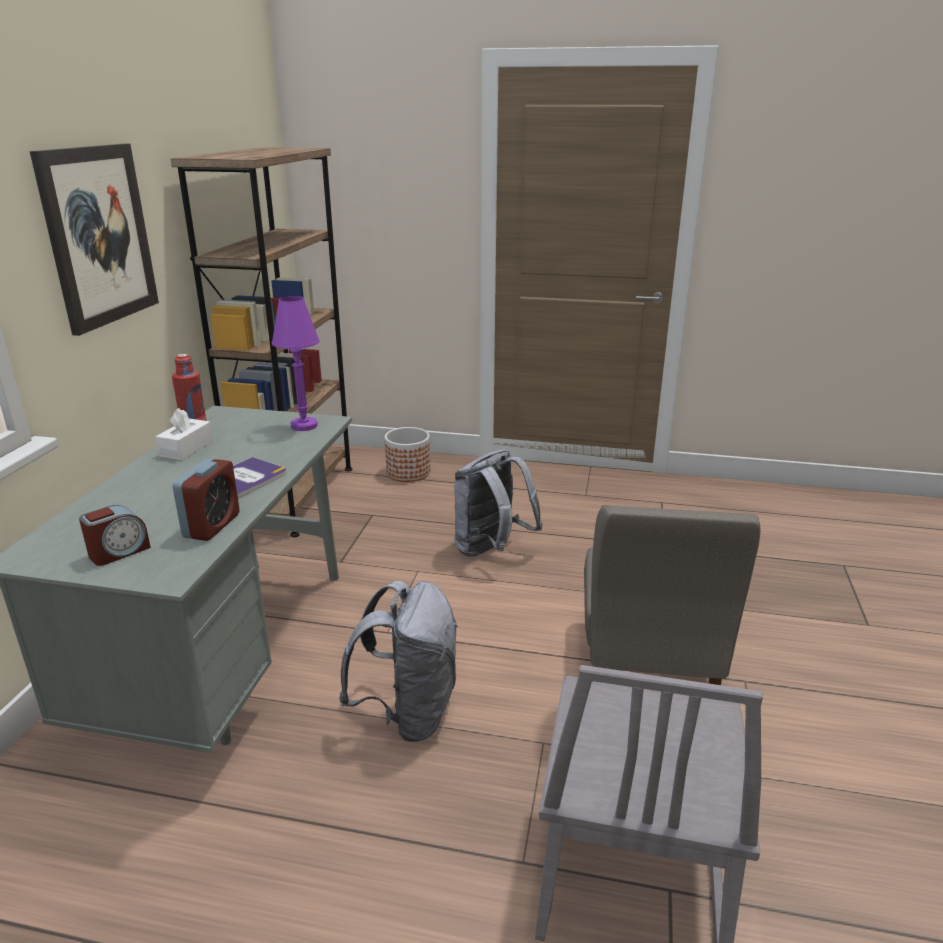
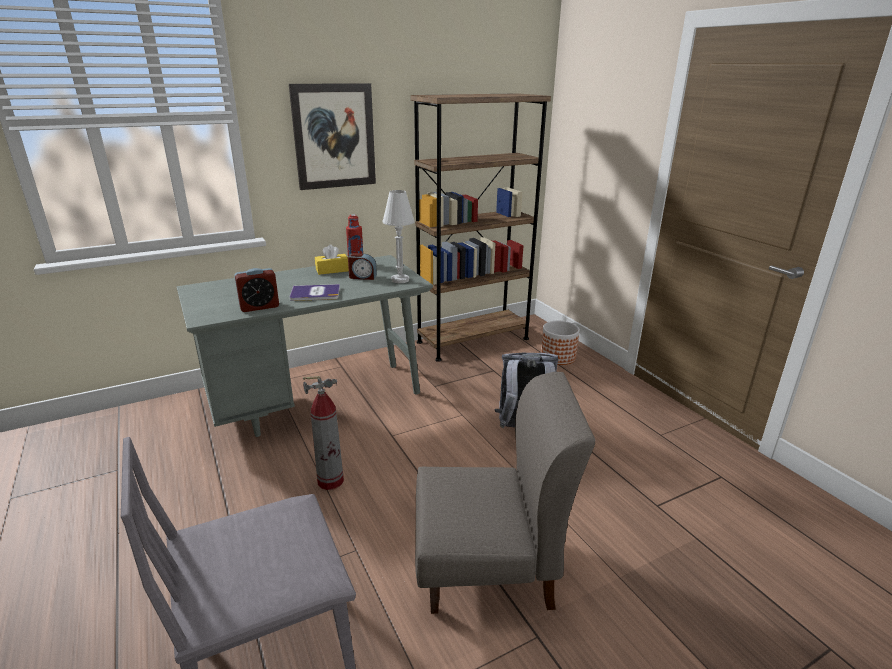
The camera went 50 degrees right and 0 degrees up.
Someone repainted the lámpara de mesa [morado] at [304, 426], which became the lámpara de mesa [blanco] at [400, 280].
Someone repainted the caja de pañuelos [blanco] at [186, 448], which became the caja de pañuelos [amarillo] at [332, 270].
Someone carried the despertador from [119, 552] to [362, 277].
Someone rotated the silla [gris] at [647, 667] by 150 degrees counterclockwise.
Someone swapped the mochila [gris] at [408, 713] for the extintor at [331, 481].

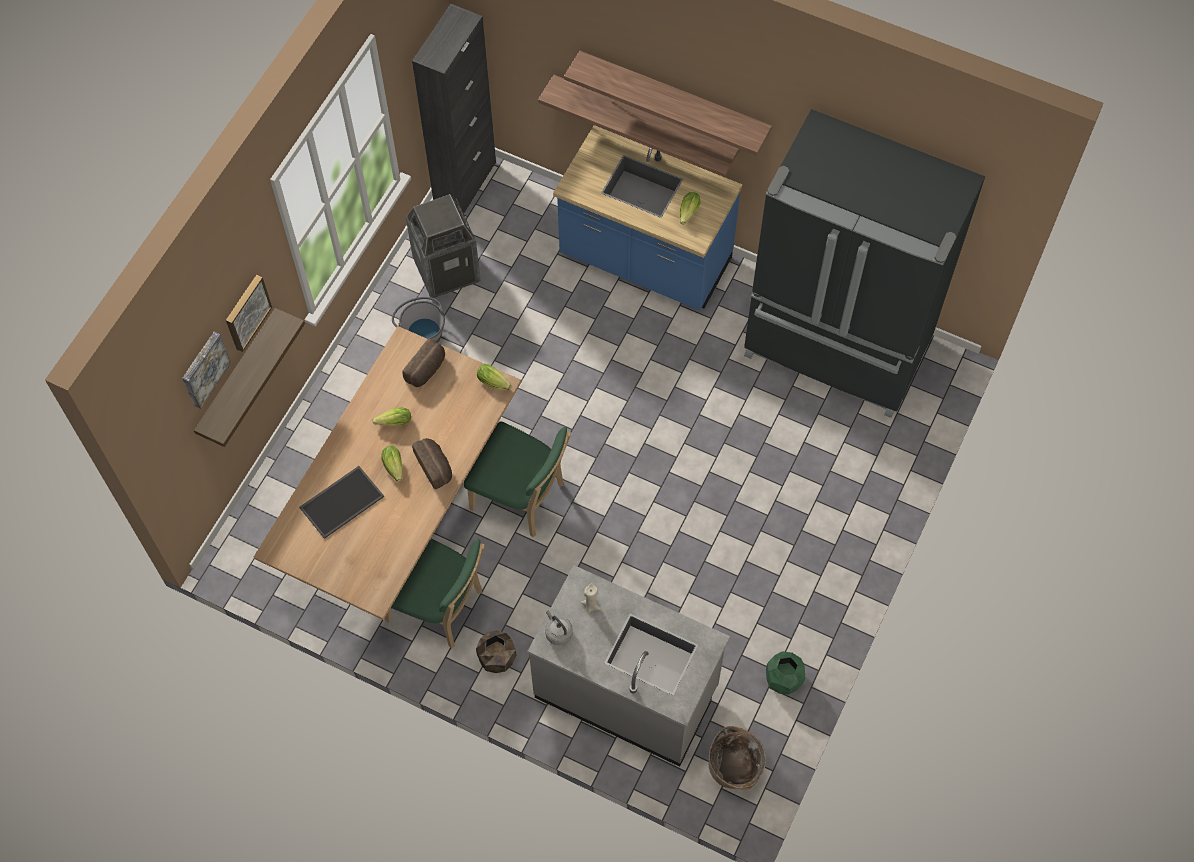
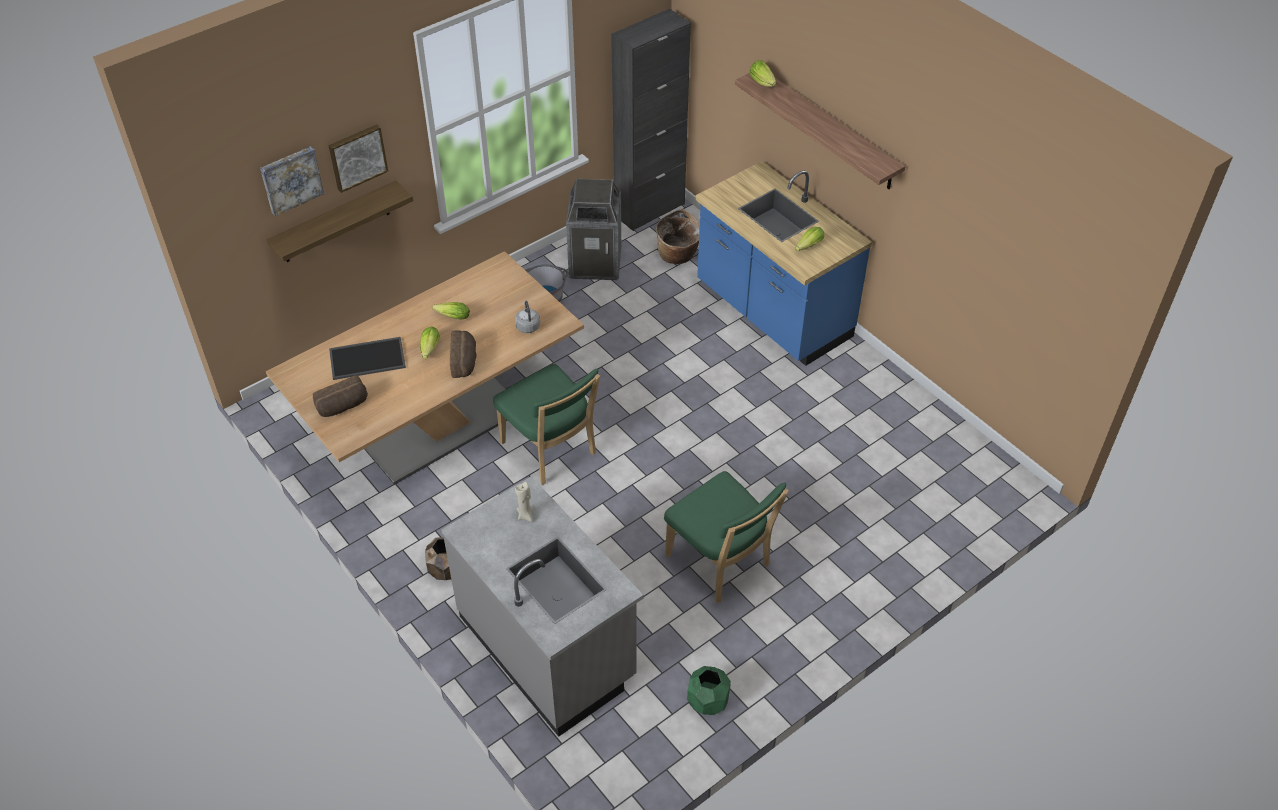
The camera went 25 degrees right and 15 degrees down.
Someone took away the estante at [645, 121].
Someone took away the nevera [negro] at [836, 349].
Someone carried the pan from [427, 370] to [343, 406].
Someone carried the lechuga from [495, 383] to [763, 82].
Someone carried the silla [verde] from [439, 607] to [721, 563].
Someone carried the hervidor [gris] from [558, 633] to [527, 325].
Someone carried the cesta from [734, 769] to [678, 255].

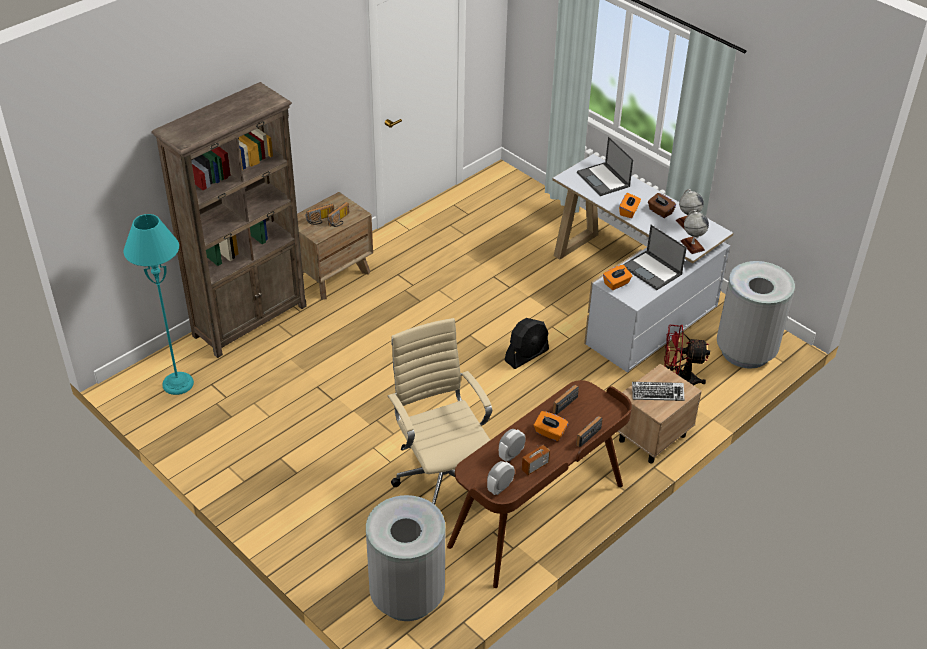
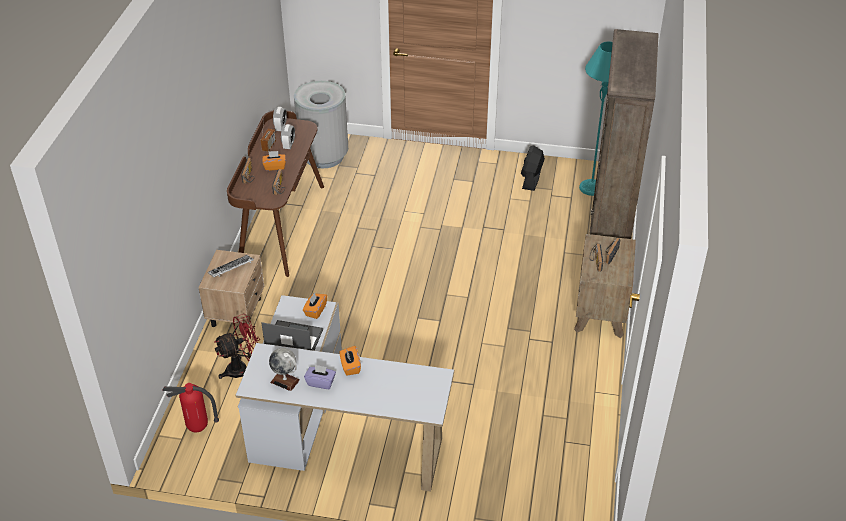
The camera went 145 degrees right and 0 degrees up.
Someone took away the portátil at [603, 180].
Someone repainted the caja de pañuelos [marrón] at [660, 212], which became the caja de pañuelos [morado] at [321, 382].
Someone took away the globo terráqueo at [692, 245].
Someone swapped the papelera [gris] at [746, 351] for the extintor at [197, 428].
Someone took away the silla de oficina [beis] at [441, 477].
Someone carried the ventilador [negro] from [527, 355] to [531, 179].

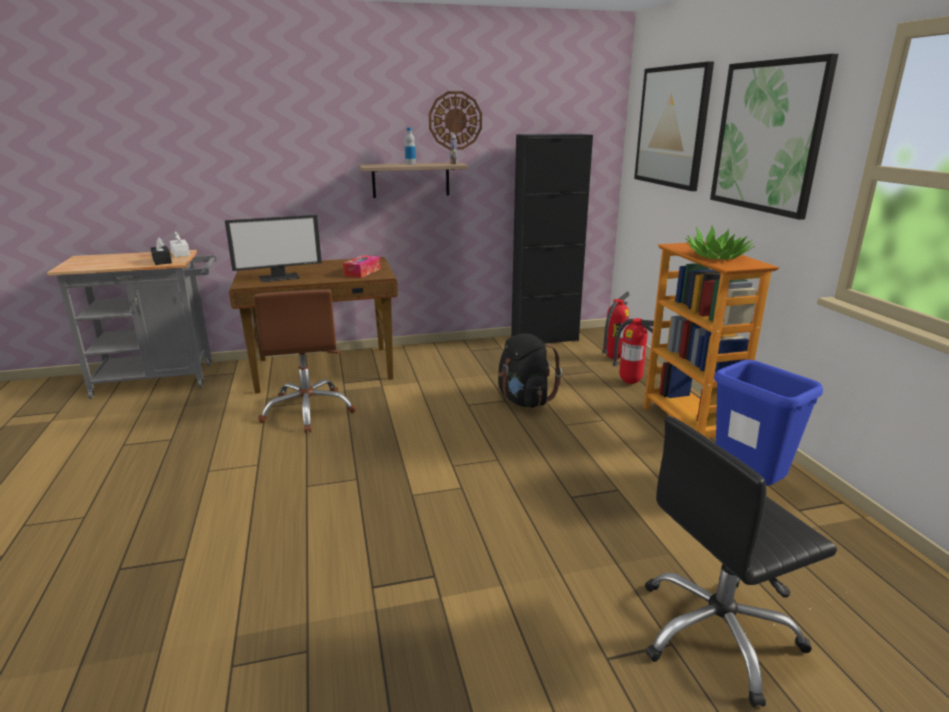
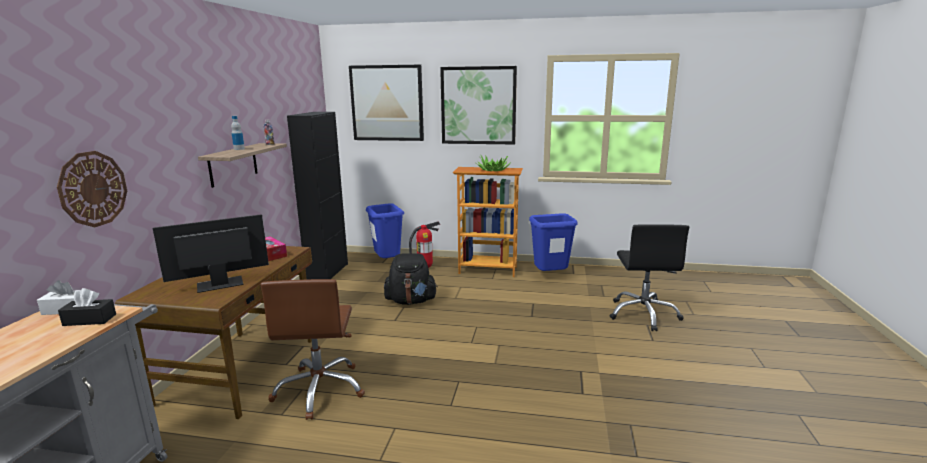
The camera went 65 degrees left and 5 degrees down.
Someone carried the reloj de pared from [455, 120] to [93, 189].
Someone rotated the monitor at [279, 277] by 120 degrees counterclockwise.
Someone rotated the silla de oficina [marrón] at [308, 410] by 75 degrees clockwise.
Someone swapped the extintor at [613, 358] for the papelera [azul] at [387, 262].

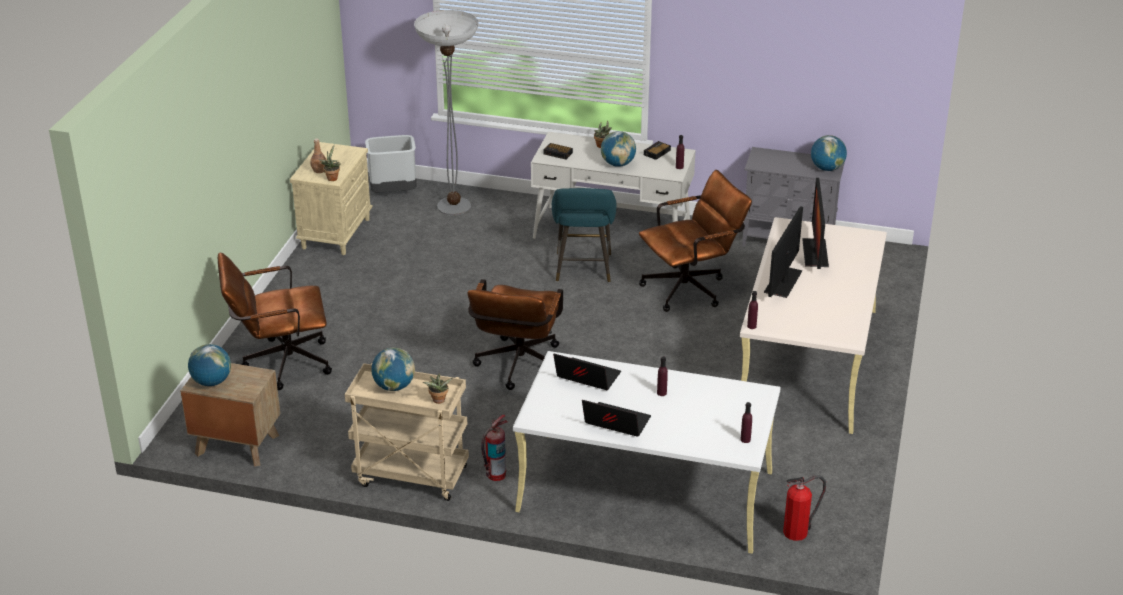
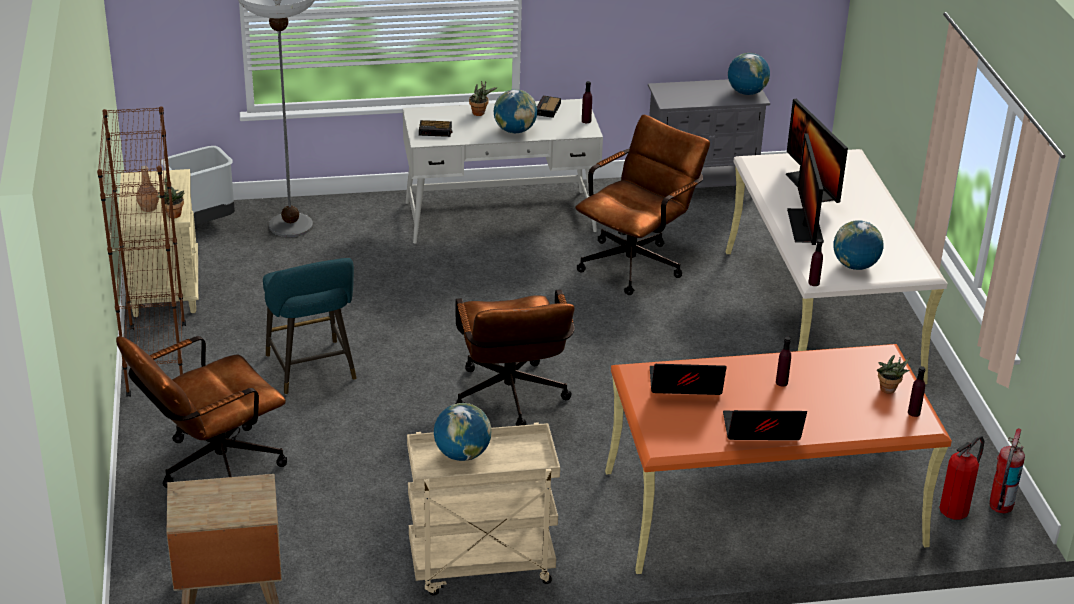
The camera went 25 degrees left and 0 degrees up.
Someone carried the taburete [turquesa] from [583, 270] to [312, 371].
Someone carried the globo terráqueo from [212, 382] to [855, 266].
Someone repainted the escritorio [blanco] at [644, 491], which became the escritorio [naranja] at [762, 508].
Someone carried the planta en maceta from [438, 401] to [889, 390].
Someone carried the extintor from [495, 475] to [1000, 506].
Someone put down the estantería [marrón] at [156, 360].

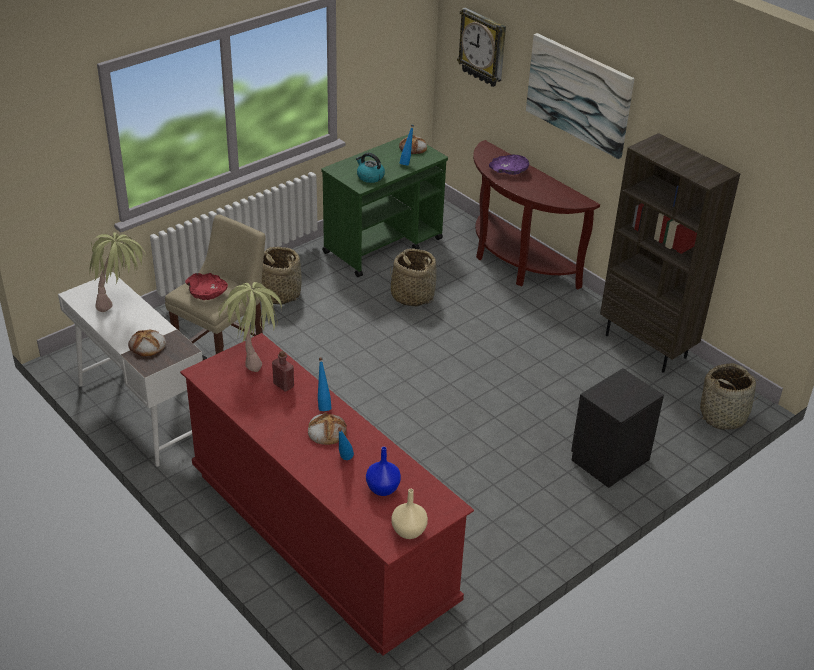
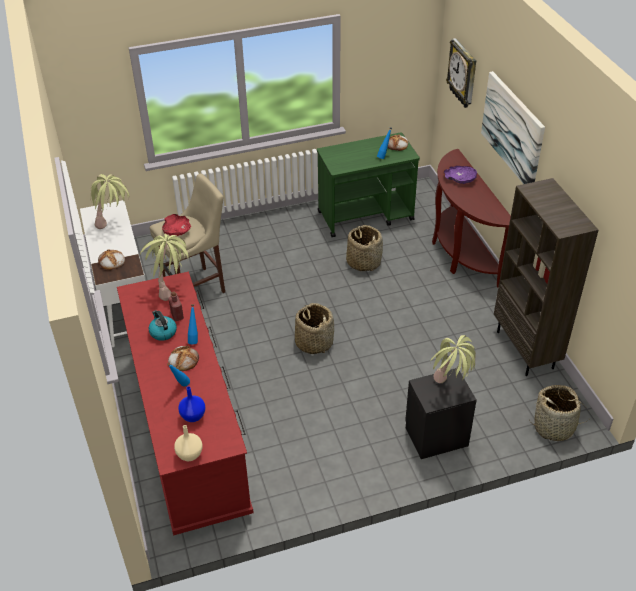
The camera went 25 degrees right and 5 degrees up.
Someone carried the hervidor from [370, 177] to [163, 332].
Someone carried the cesta from [279, 294] to [314, 342].
Someone put down the planta en maceta at [450, 389].

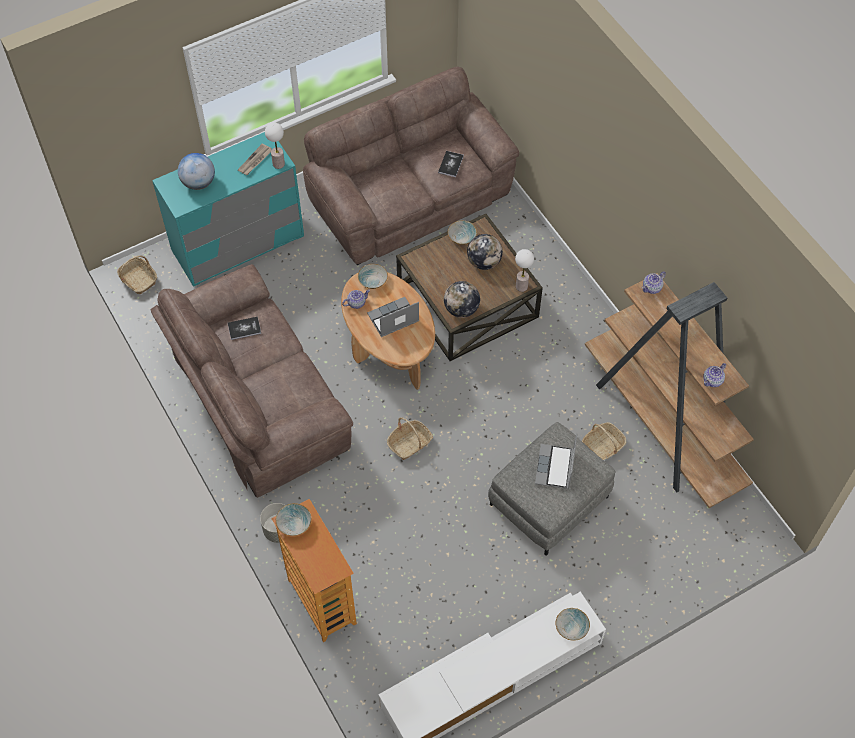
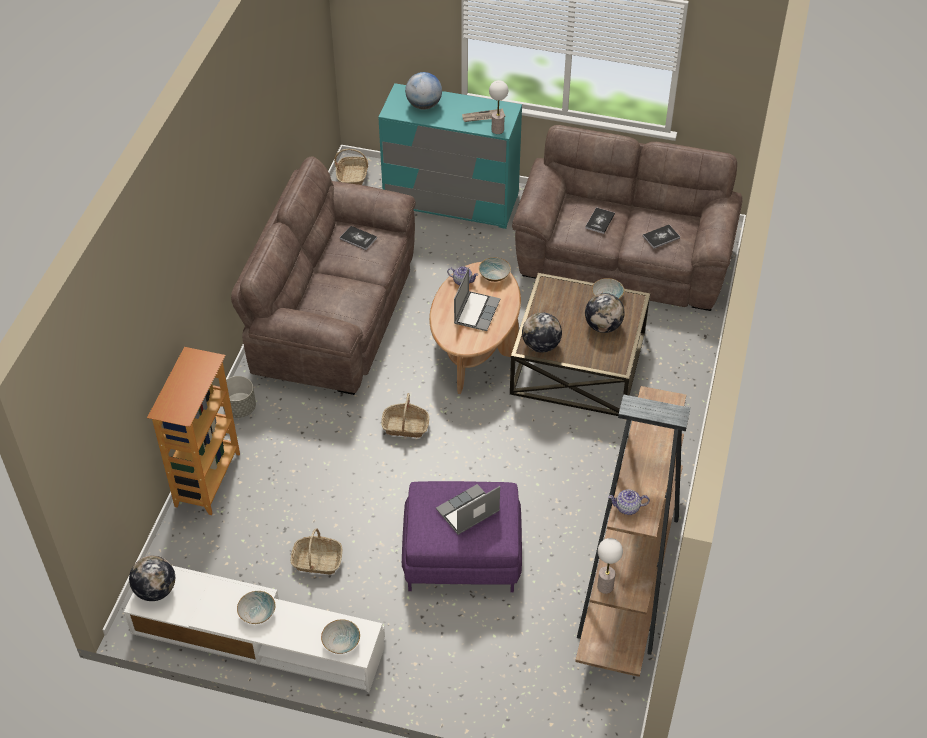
The camera went 45 degrees right and 10 degrees down.
Someone carried the lámpara de mesa from [521, 286] to [605, 586].
Someone took away the tetera at [652, 288].
Someone rotated the portátil at [393, 319] by 90 degrees clockwise.
Someone repainted the puf [gris] at [549, 501], which became the puf [morado] at [461, 555].
Someone carried the cesta from [602, 447] to [317, 561].
Someone carried the cuenco from [294, 524] to [257, 613].
Someone put down the libro at [600, 221].
Someone put down the globo terráqueo at [155, 590].

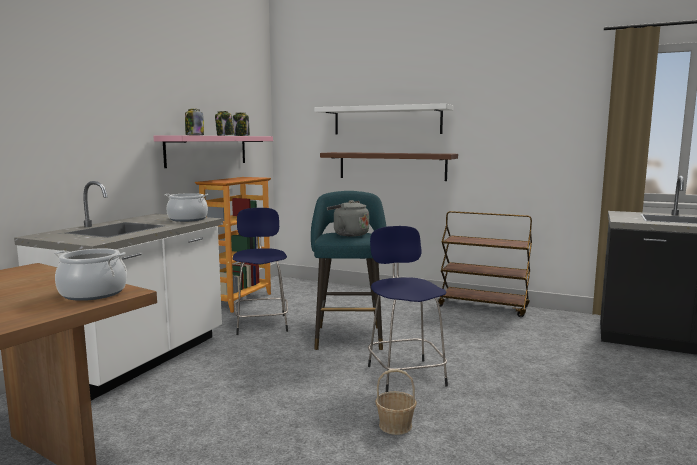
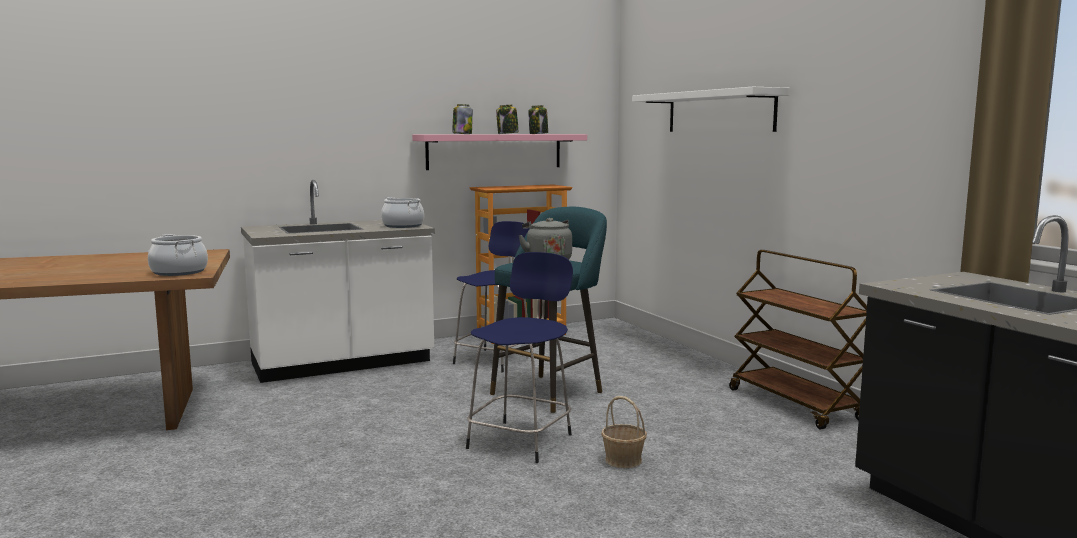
The camera went 40 degrees right and 0 degrees up.
Someone took away the estante [marrón] at [392, 166].
Someone carried the cesta from [395, 425] to [623, 460].

